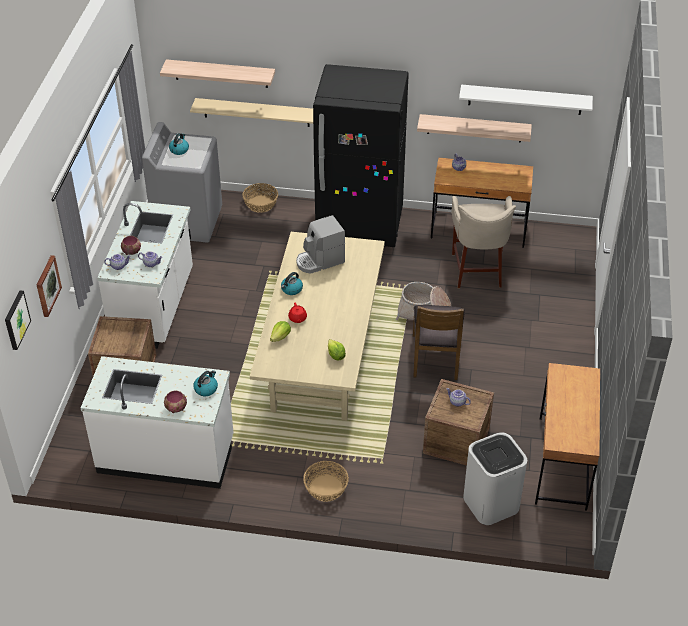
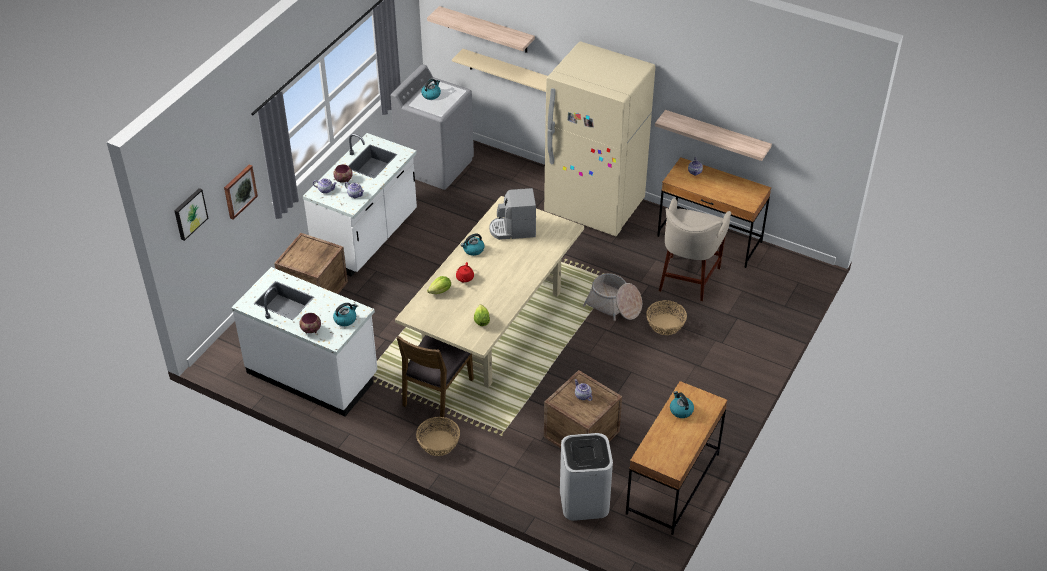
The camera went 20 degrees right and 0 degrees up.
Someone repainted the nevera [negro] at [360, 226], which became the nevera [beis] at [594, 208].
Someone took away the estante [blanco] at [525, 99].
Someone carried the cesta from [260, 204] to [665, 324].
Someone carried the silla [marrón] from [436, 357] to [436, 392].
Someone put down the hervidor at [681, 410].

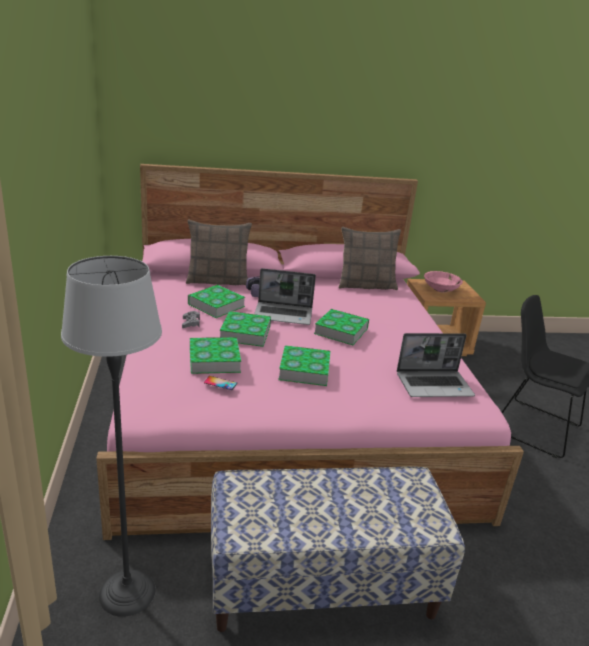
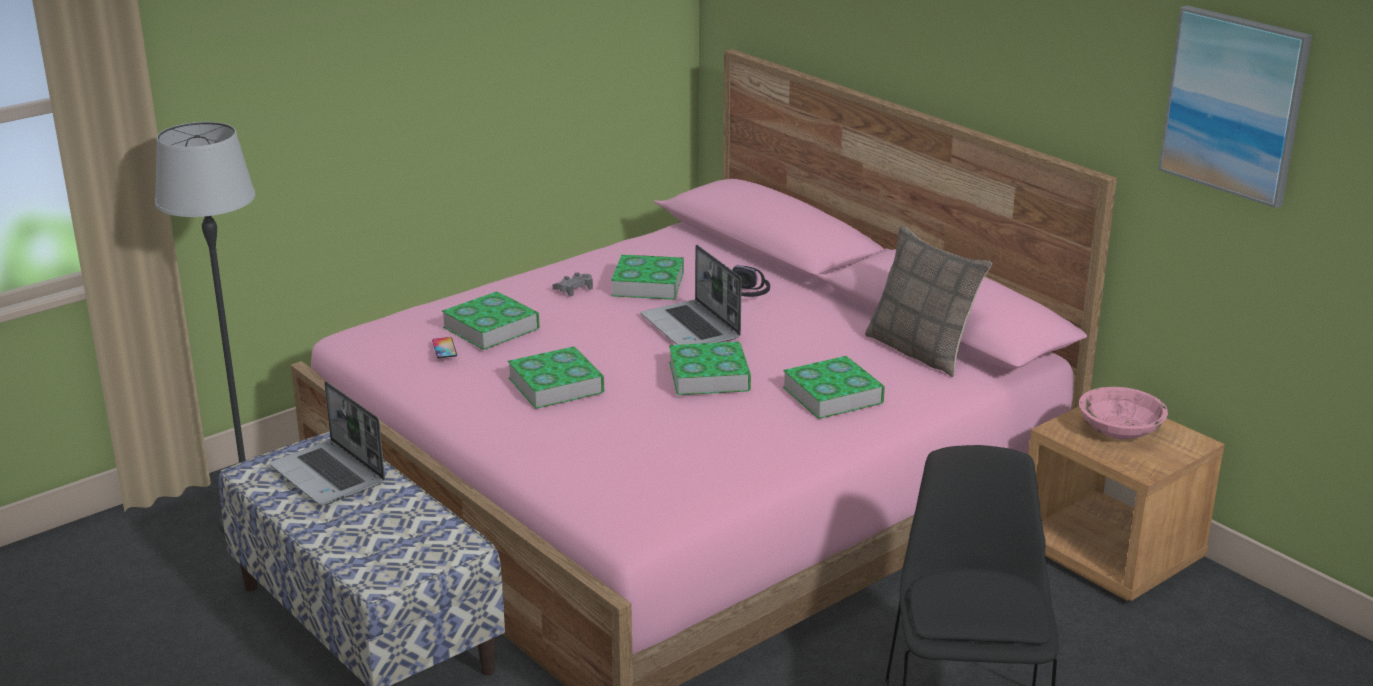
The camera went 60 degrees right and 0 degrees up.
Someone took away the cojín at [218, 281].
Someone carried the libro from [245, 333] to [832, 395].
Someone carried the portátil from [434, 385] to [329, 475].
Someone put up the cuadro at [1234, 104].

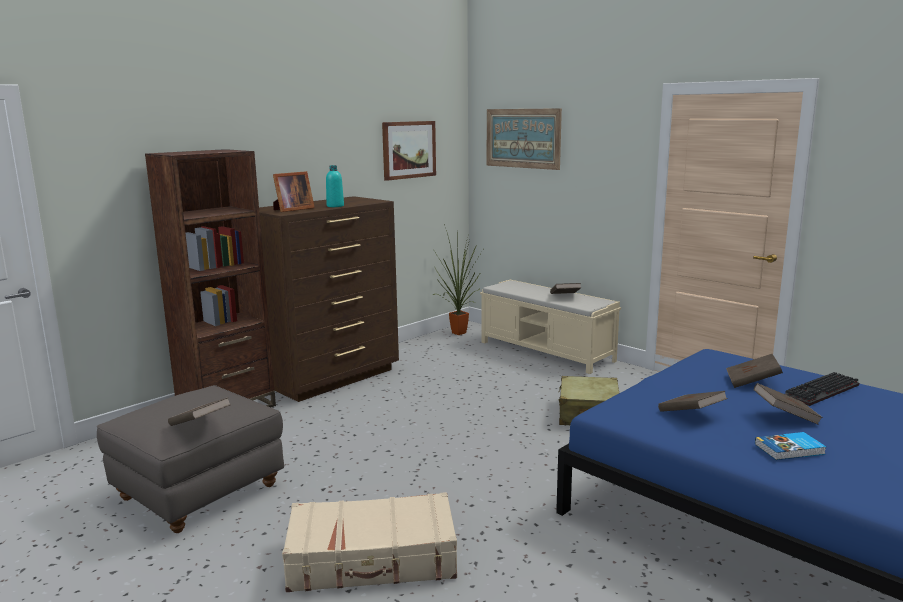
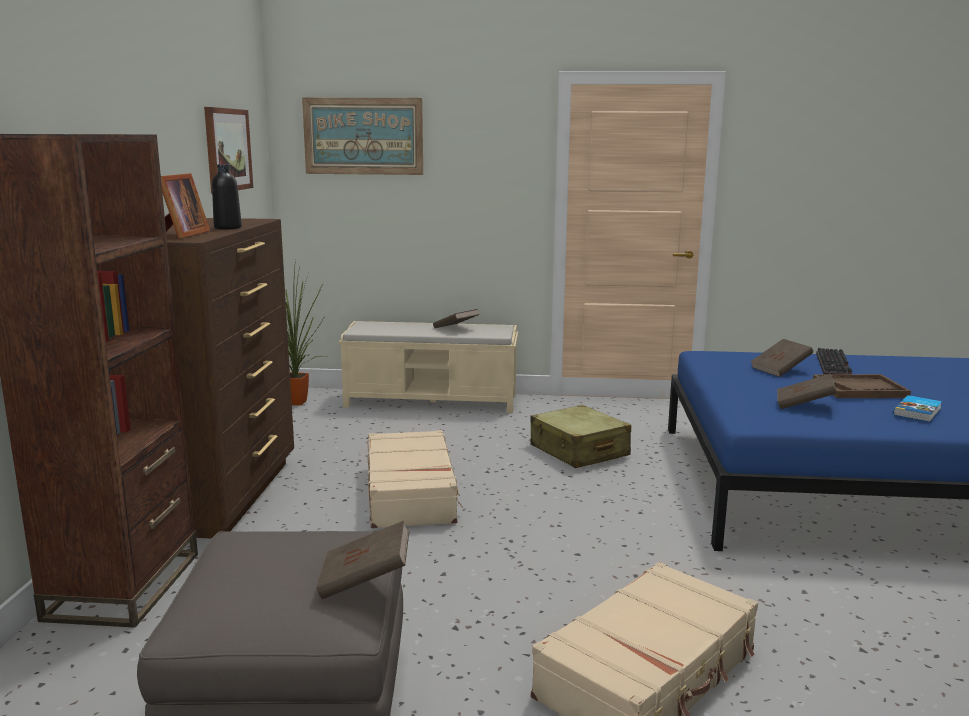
The camera went 40 degrees left and 0 degrees up.
Someone repainted the botella [turquesa] at [335, 206], which became the botella [negro] at [228, 228].
Someone swapped the libro [marrón] at [785, 416] for the bandeja [marrón] at [859, 389].
Someone put down the maleta [beis] at [411, 493].

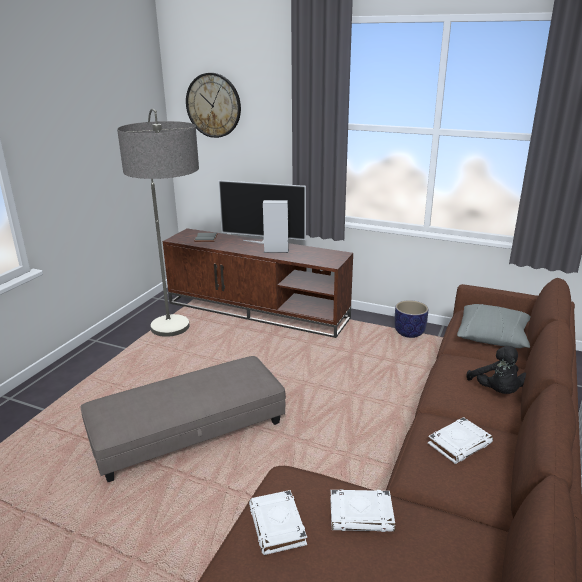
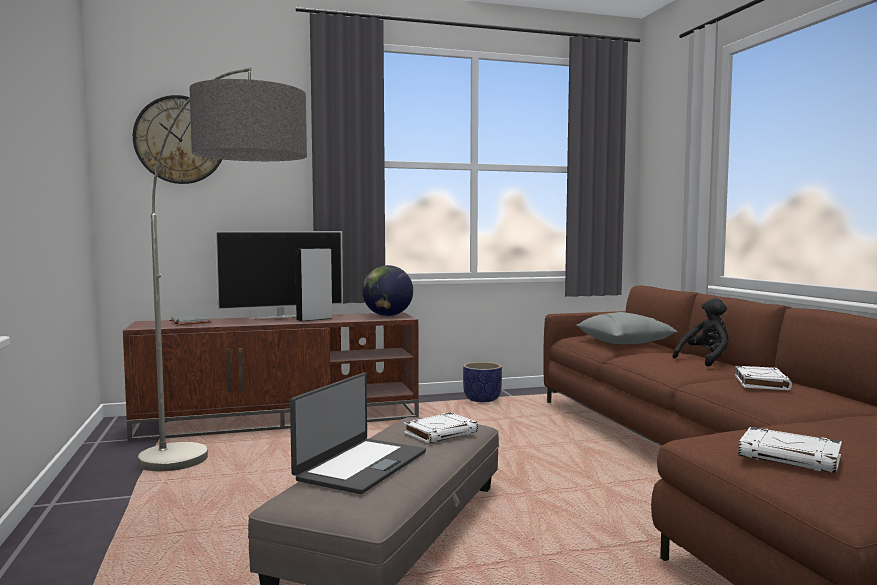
The camera went 40 degrees left and 20 degrees down.
Someone rotated the peluche [negro] at [496, 391] by 75 degrees counterclockwise.
Someone carried the libro [blanco] from [362, 514] to [441, 433].
Someone put down the globo terráqueo at [388, 316].
Someone put down the portátil at [360, 465].

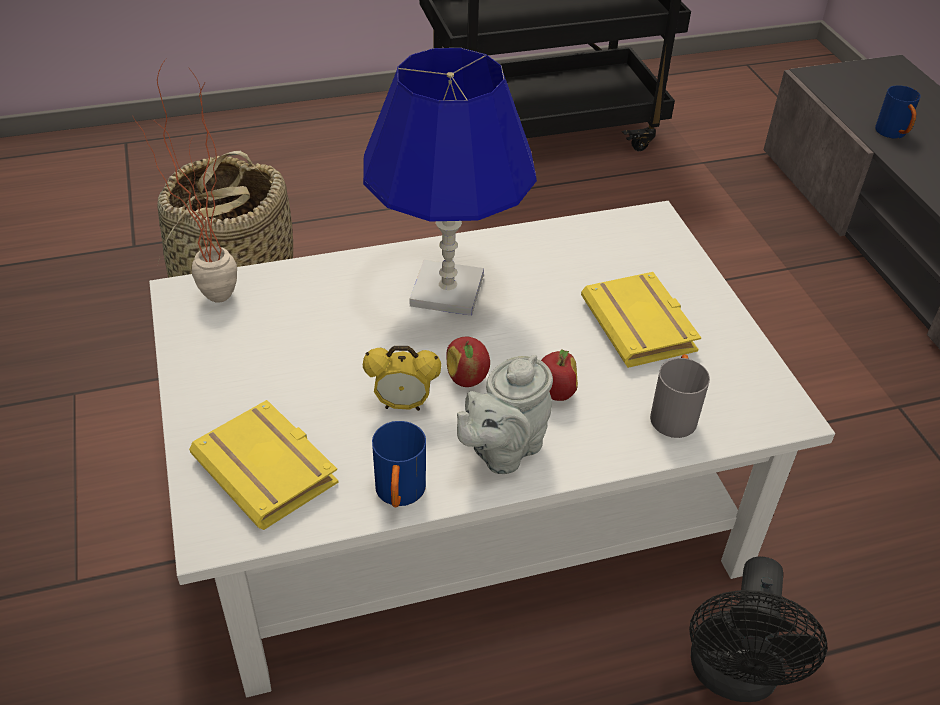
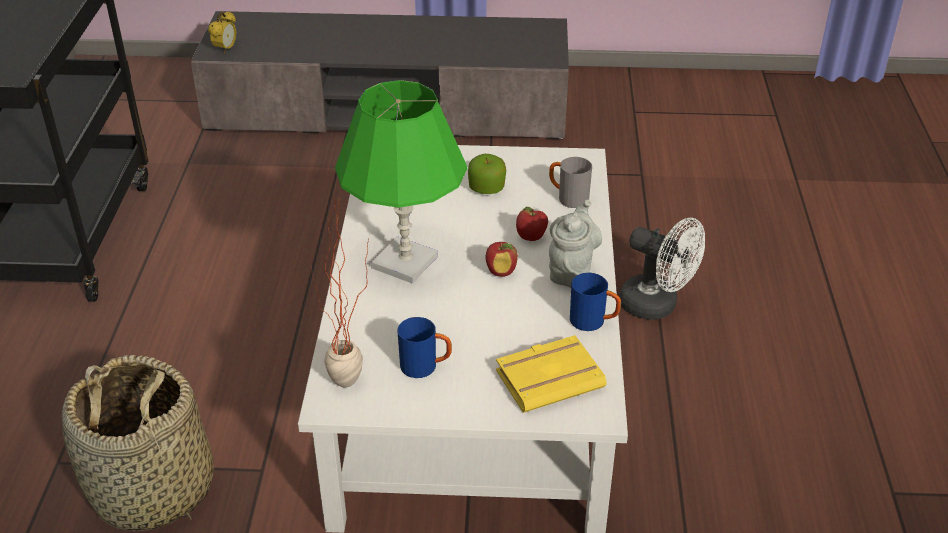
The camera went 70 degrees left and 5 degrees down.
Someone repainted the lámpara de mesa [azul] at [447, 291], which became the lámpara de mesa [verde] at [405, 262].
Someone carried the taza grande [azul] from [893, 134] to [425, 367].
Someone swapped the libro [amarillo] at [642, 327] for the manzana at [486, 188].
Someone carried the despertador from [403, 405] to [225, 49].
Someone rotated the tetera [gris] at [503, 450] by 135 degrees counterclockwise.
Someone repainted the ventilador [negro] at [734, 676], which became the ventilador [blanco] at [657, 305].

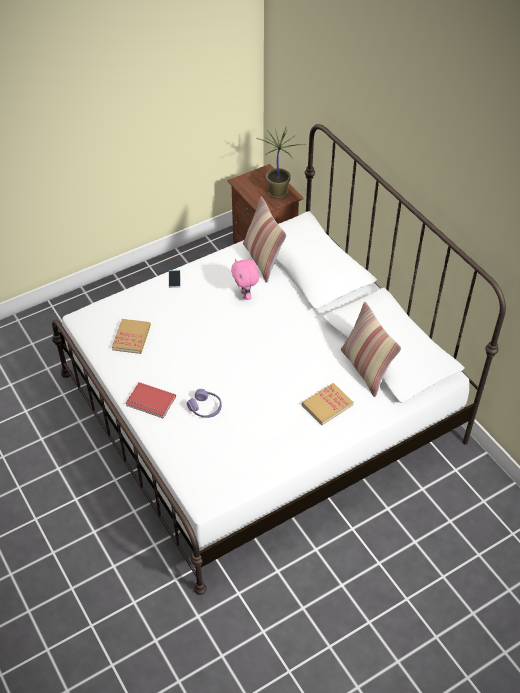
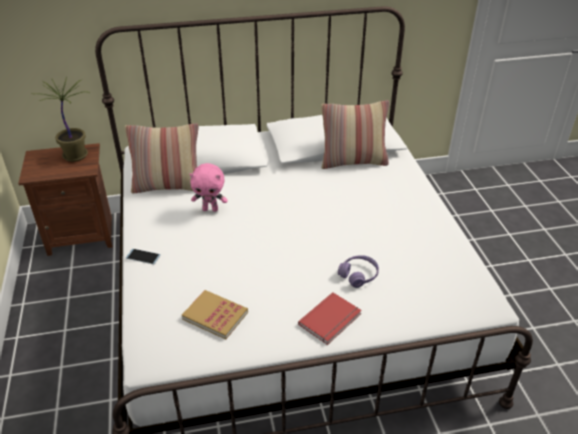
The camera went 70 degrees left and 10 degrees down.
Someone took away the libro at [327, 405].

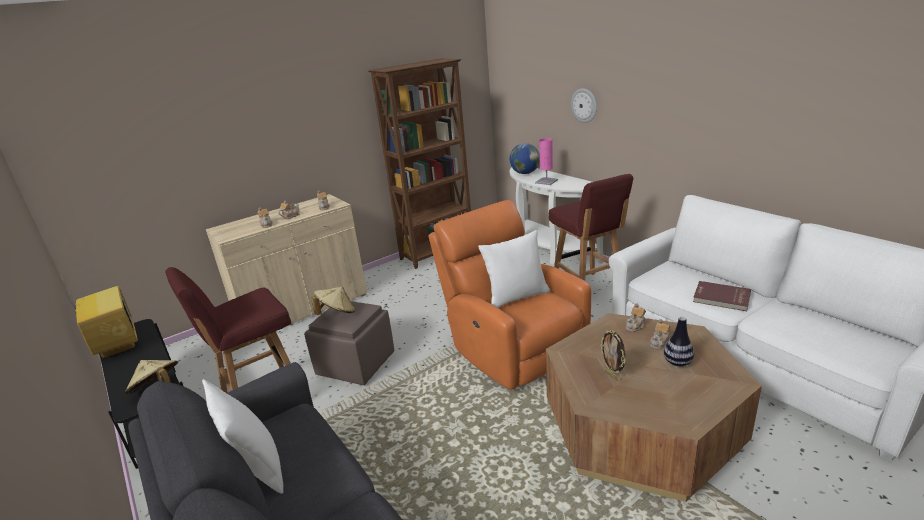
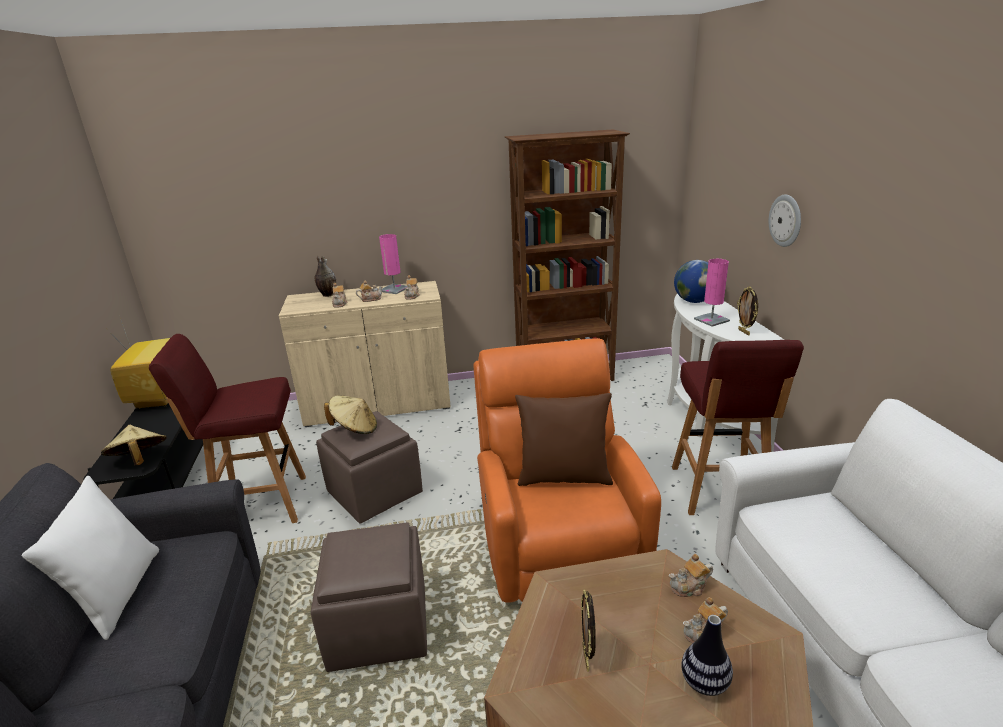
The camera went 25 degrees right and 0 degrees up.
Someone repainted the cojín [blanco] at [516, 297], which became the cojín [marrón] at [564, 477].
Someone took away the libro [rojo] at [721, 298].
Someone put down the lámpara de mesa [rosa] at [394, 289].
Someone put down the florero at [327, 295].
Someone put down the portarretratos at [744, 332].
Someone put down the puf [marrón] at [378, 626].

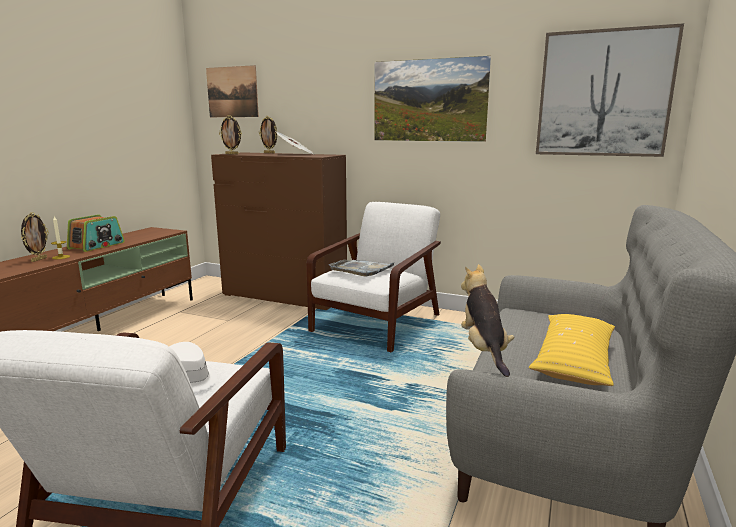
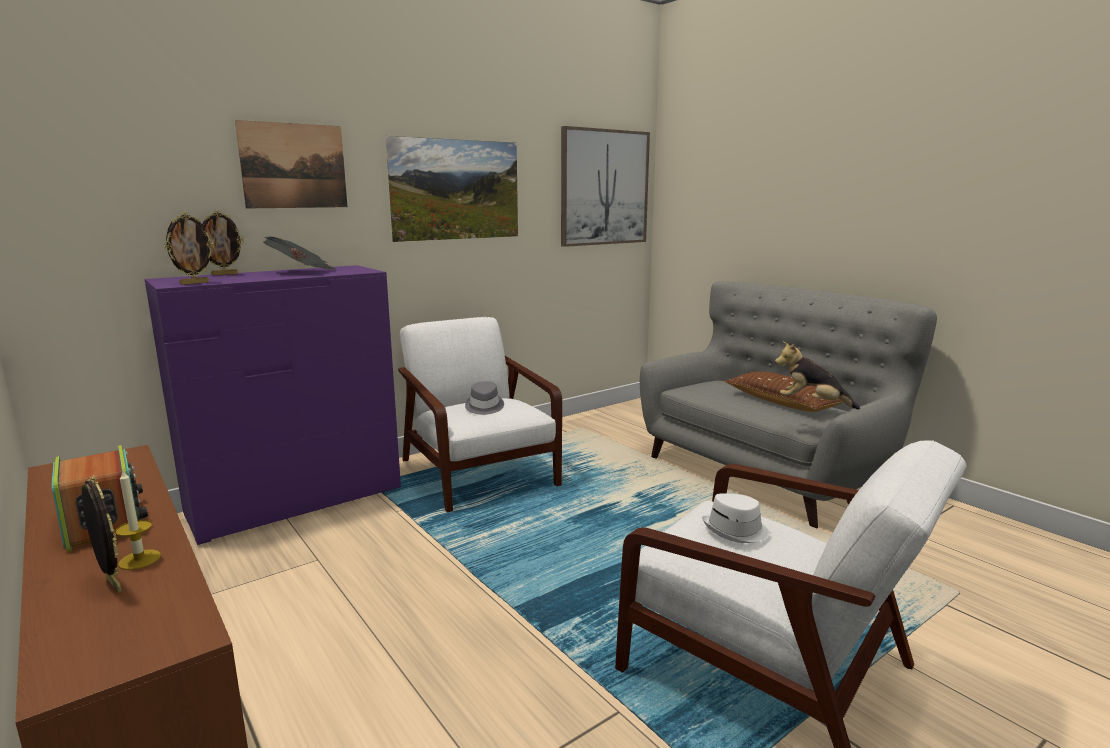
The camera went 60 degrees left and 0 degrees up.
Someone carried the cuadro from [232, 92] to [294, 166].
Someone repainted the cómoda [marrón] at [284, 296], which became the cómoda [morado] at [296, 502].
Someone swapped the bandeja [gris] at [361, 269] for the sombrero [gris] at [484, 407].
Someone repainted the cojín [amarillo] at [574, 361], which became the cojín [marrón] at [783, 402].

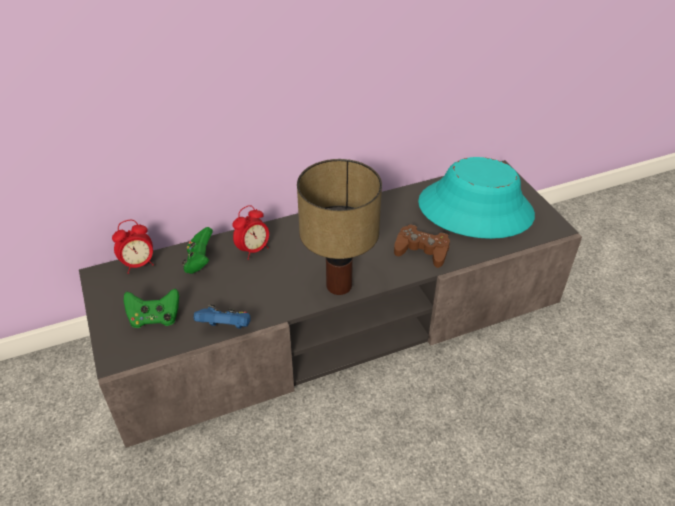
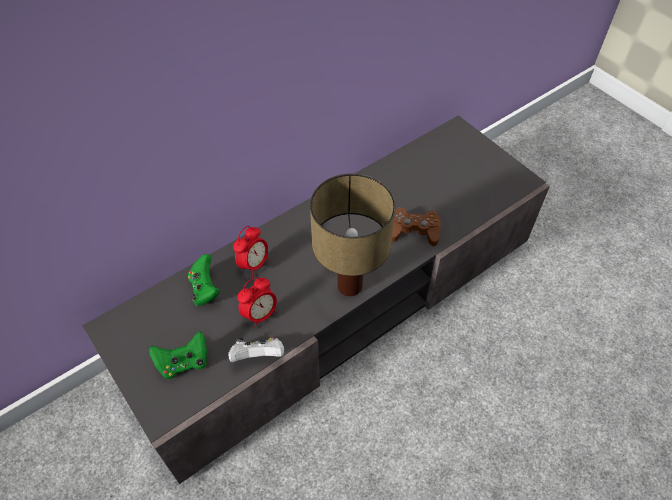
The camera went 15 degrees left and 10 degrees up.
Someone took away the sombrero [turquesa] at [475, 209].
Someone carried the despertador from [138, 264] to [260, 314].
Someone repainted the mando de consola [azul] at [226, 327], which became the mando de consola [blanco] at [258, 356].

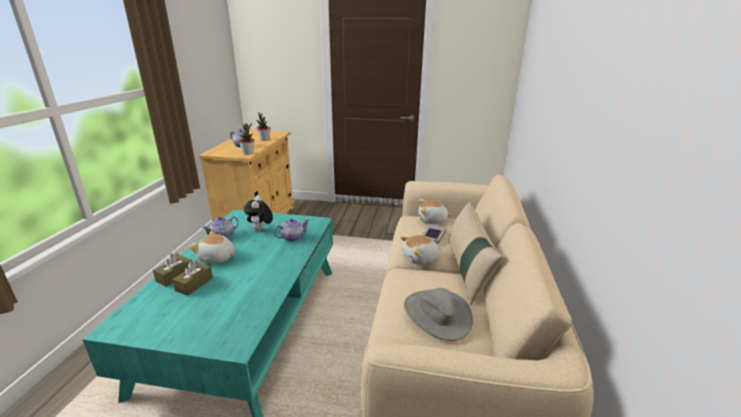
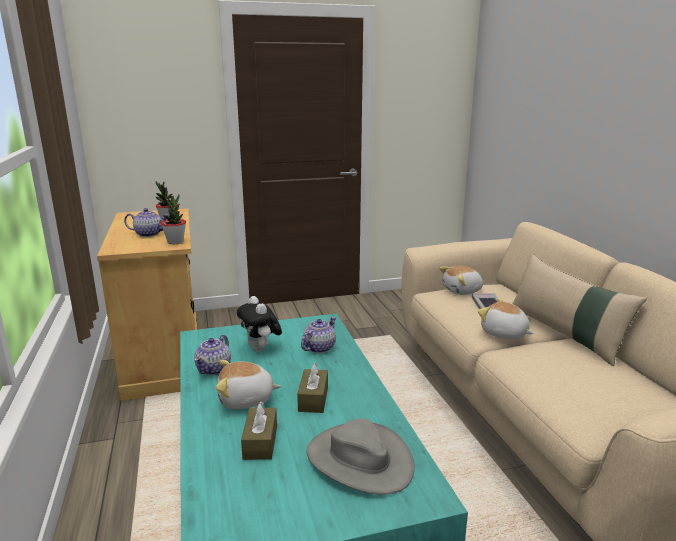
The camera went 25 degrees left and 5 degrees down.
Someone rotated the peluche at [420, 258] by 90 degrees clockwise.
Someone carried the caja de pañuelos [marrón] from [175, 276] to [313, 399].
Someone carried the sombrero [gris] from [437, 314] to [359, 460].

